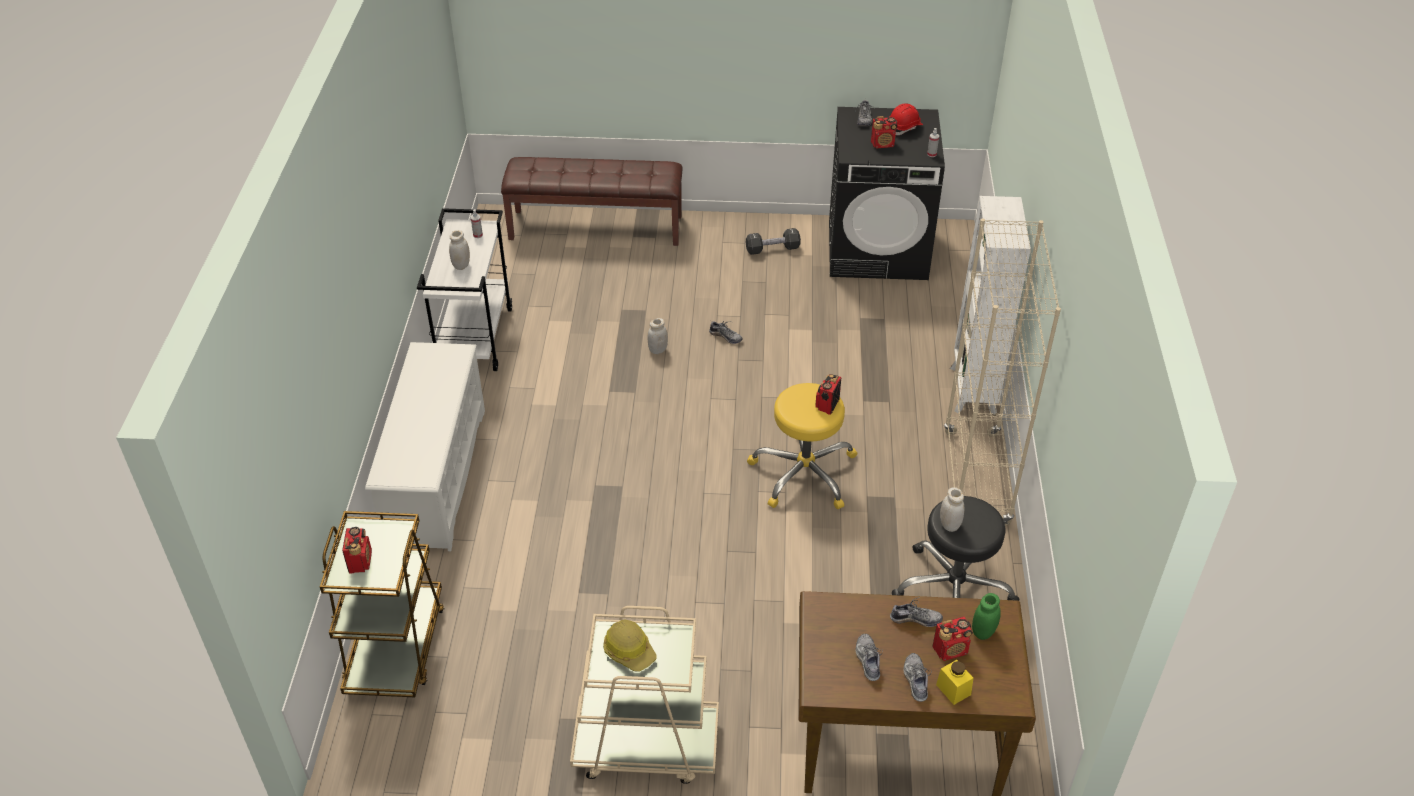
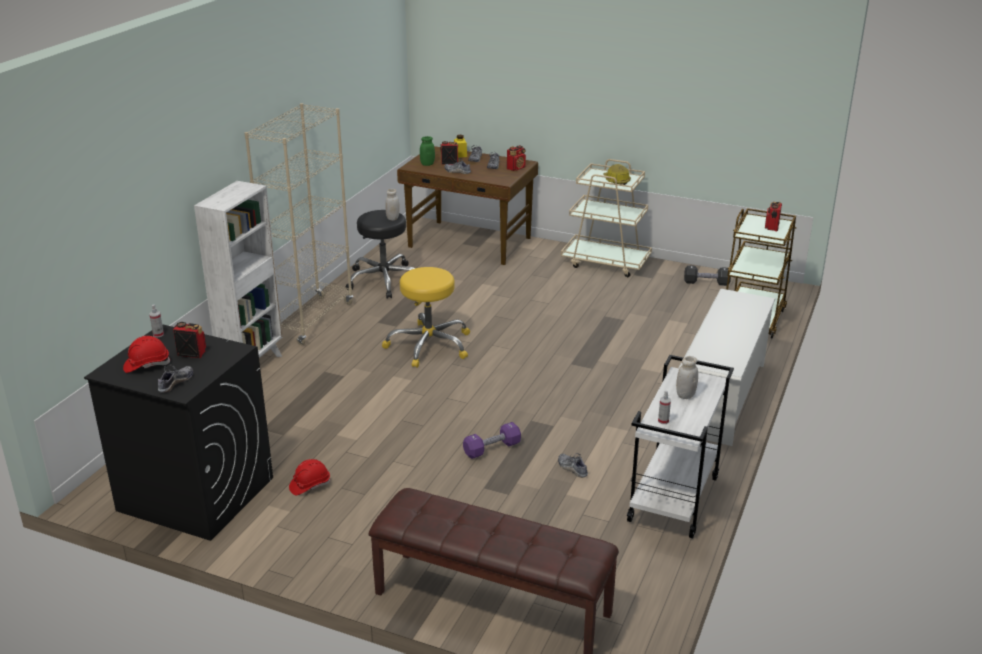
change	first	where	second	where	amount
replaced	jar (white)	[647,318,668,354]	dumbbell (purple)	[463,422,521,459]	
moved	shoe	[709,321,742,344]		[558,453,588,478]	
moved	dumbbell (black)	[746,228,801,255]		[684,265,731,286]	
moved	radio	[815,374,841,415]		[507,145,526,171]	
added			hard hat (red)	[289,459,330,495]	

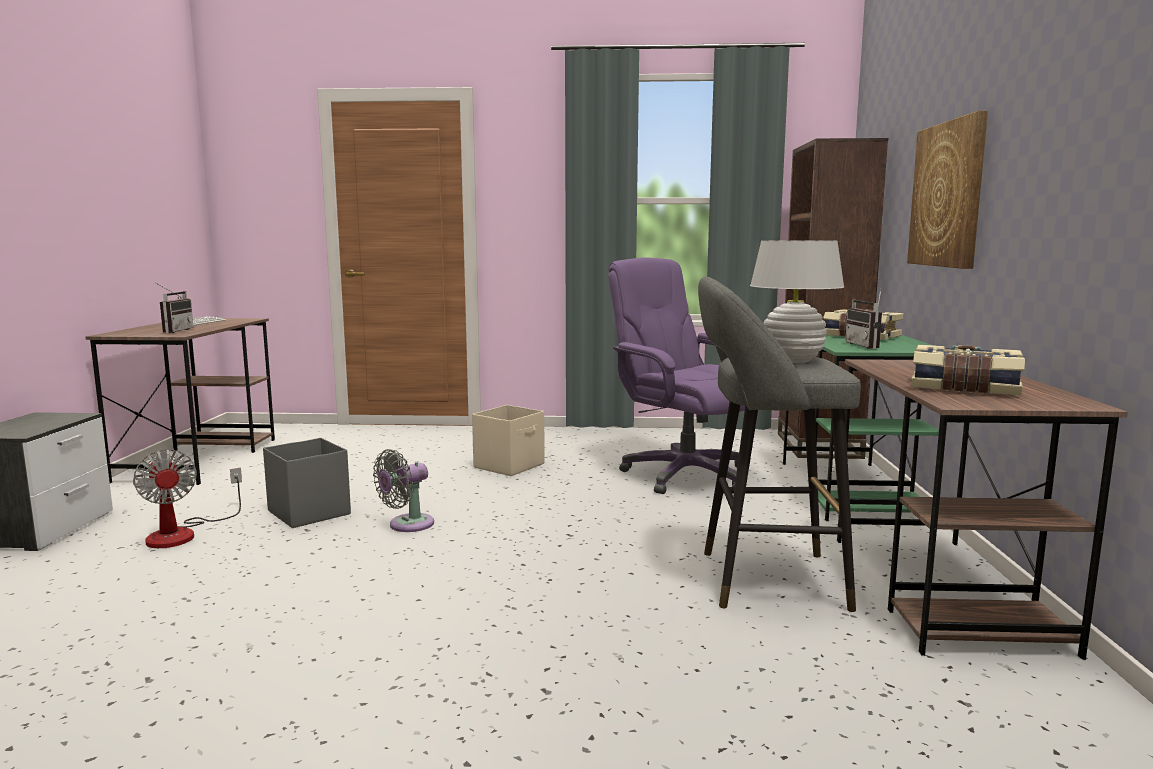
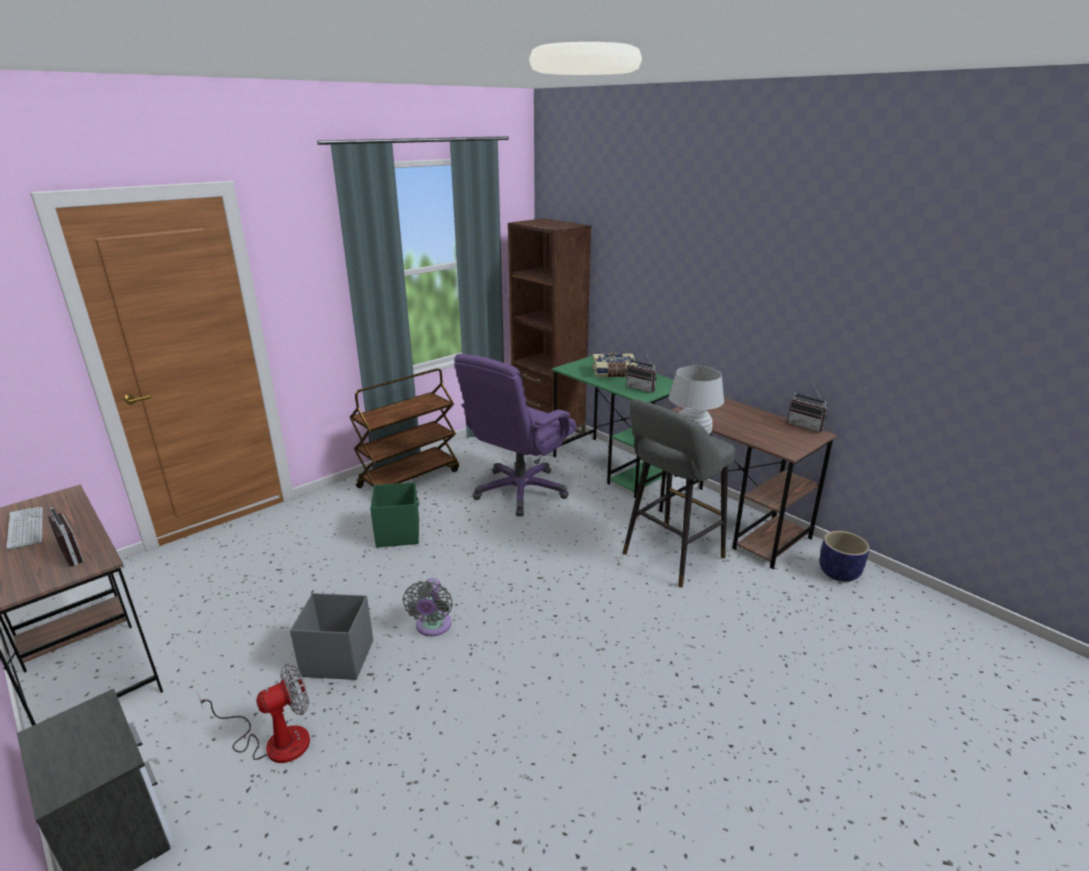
change	first	where	second	where	amount
turned	fan	[133,449,242,548]		[198,664,310,763]	45 degrees counterclockwise
recoloured	storage box (beige)	[472,405,545,476]	storage box (green)	[370,482,419,548]	
turned	office chair (purple)	[608,257,745,494]		[454,354,576,516]	60 degrees counterclockwise
removed	picture	[907,110,988,269]			
removed	book	[911,345,1025,395]			
added			cart (brown)	[349,368,459,488]	
added			radio	[787,386,827,432]	
added			planter	[819,531,869,582]	

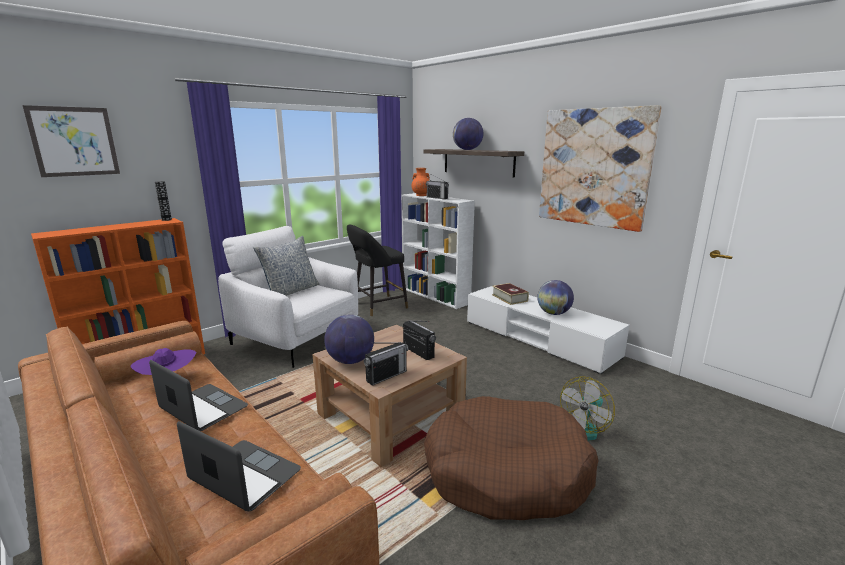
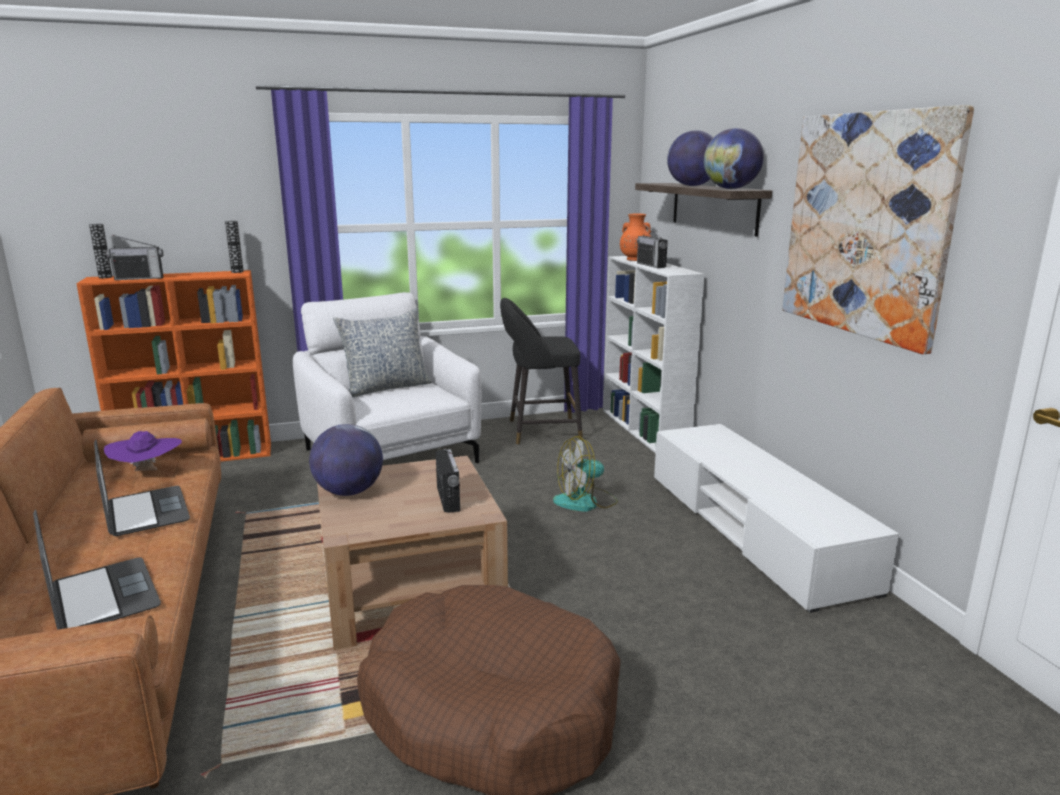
change	first	where	second	where	amount
removed	picture	[22,105,120,177]			
moved	radio	[364,342,409,386]		[106,235,164,280]	
removed	book	[492,283,529,305]			
moved	globe	[537,280,574,315]		[704,128,764,189]	
moved	fan	[560,376,615,441]		[553,436,618,512]	
added			vase	[89,224,112,278]	

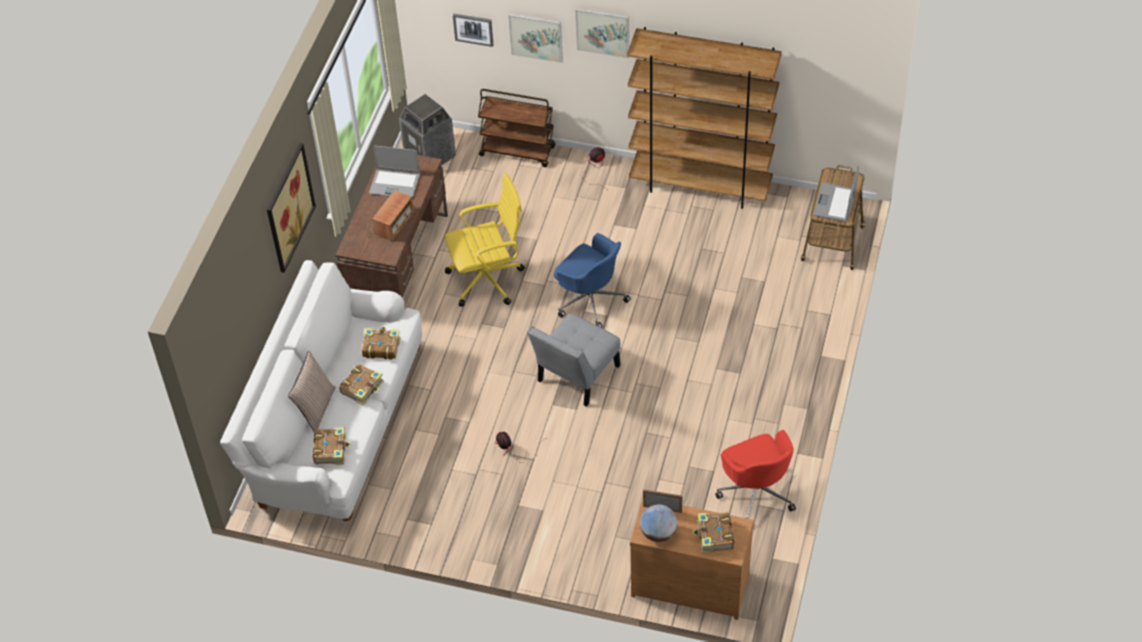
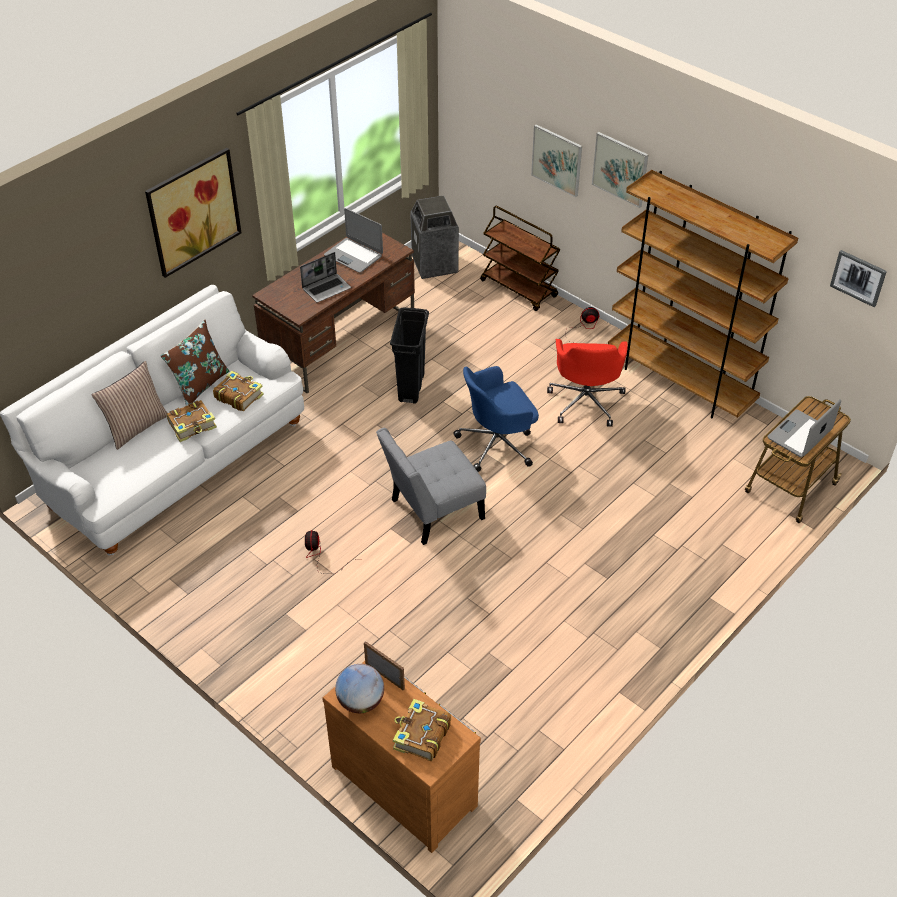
change	first	where	second	where	amount
removed	book	[312,427,351,465]			
replaced	radio	[372,190,414,241]	laptop	[300,252,351,303]	
replaced	office chair (yellow)	[445,173,525,307]	trash can (black)	[390,307,429,404]	
moved	picture	[453,13,493,47]		[830,250,887,307]	
turned	office chair (blue)	[554,233,631,327]		[453,366,539,472]	90 degrees clockwise
moved	office chair (red)	[715,430,796,519]		[547,339,628,427]	
added			pillow (brown)	[160,319,229,406]	

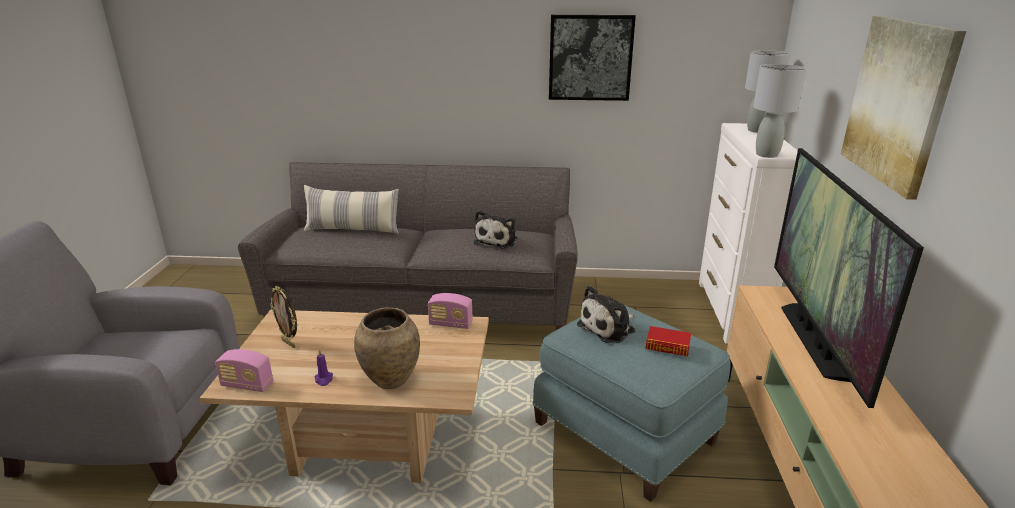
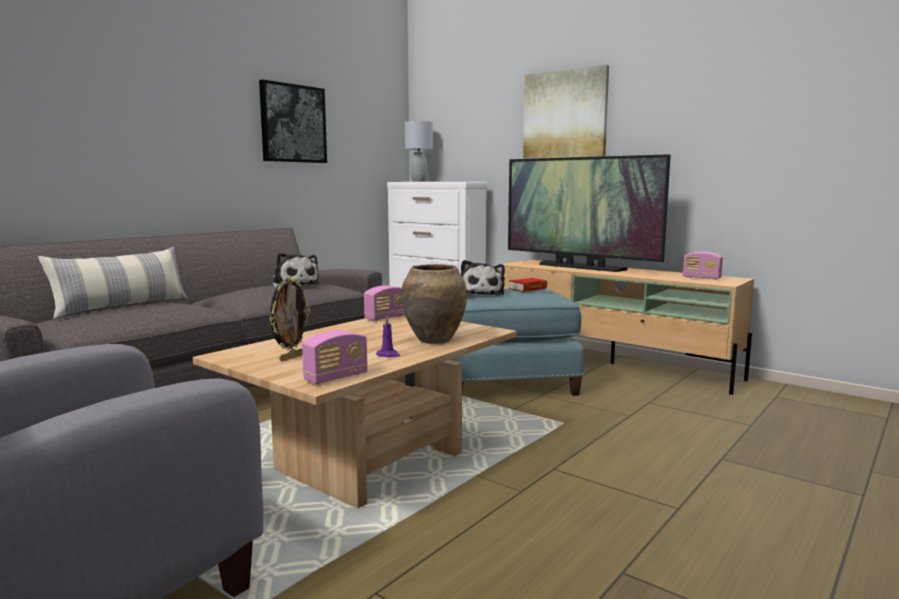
change	first	where	second	where	amount
turned	picture frame	[270,286,297,348]		[269,276,310,361]	45 degrees counterclockwise
removed	table lamp (grey)	[753,64,806,158]			
added			radio	[683,252,723,280]	

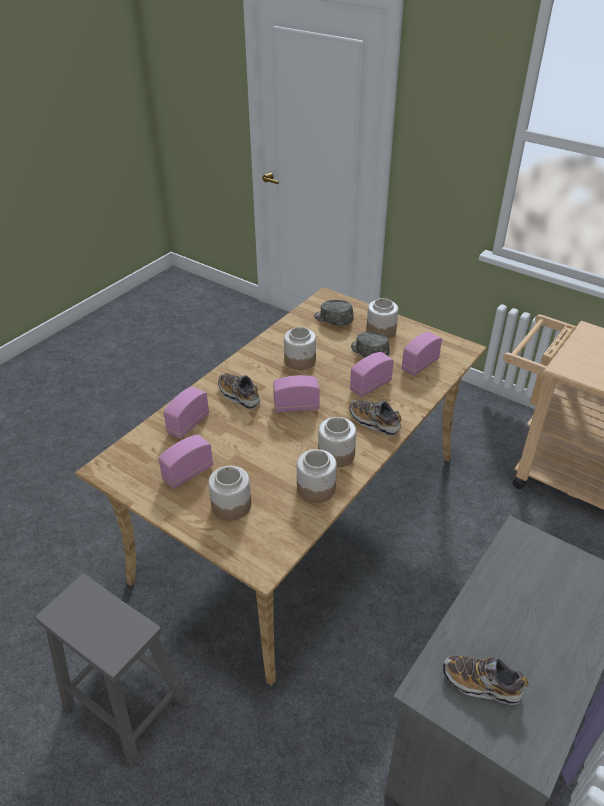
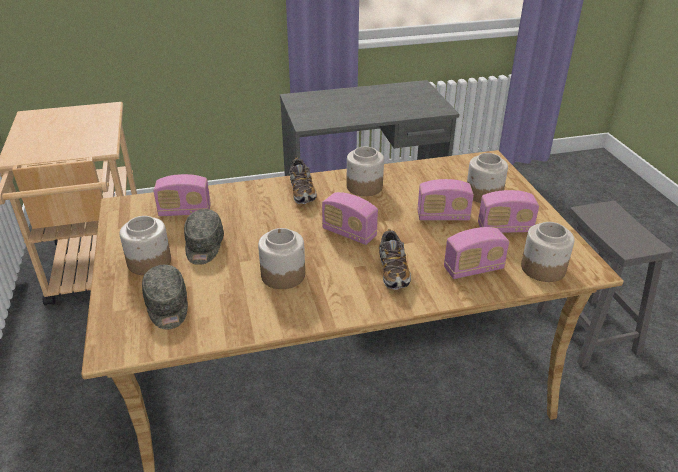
change	first	where	second	where	amount
moved	jar	[297,449,337,503]		[521,222,574,282]	
moved	radio	[350,352,394,397]		[418,179,474,221]	
removed	shoe	[443,655,528,705]			

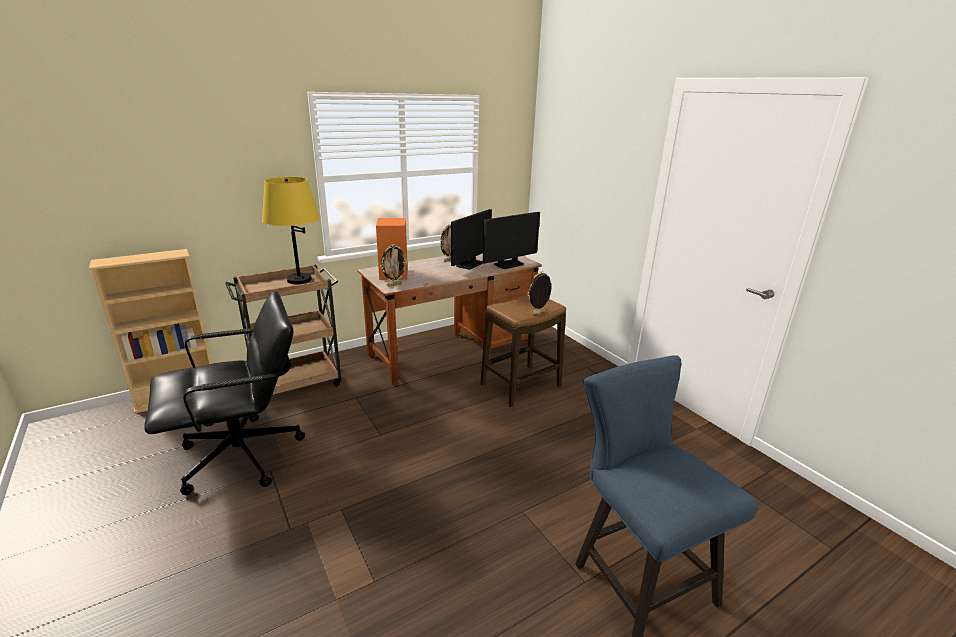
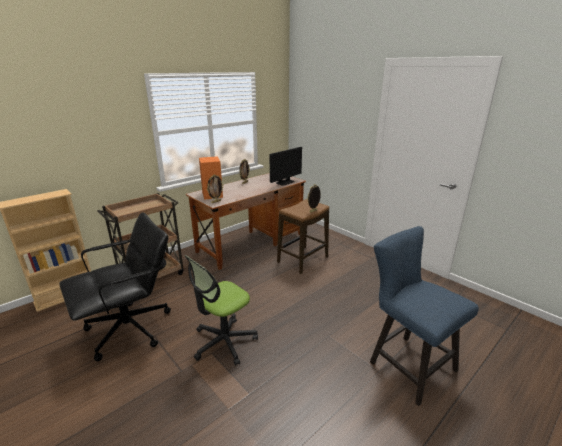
change	first	where	second	where	amount
removed	table lamp (yellow)	[262,177,320,284]			
removed	monitor	[451,209,492,269]			
added			office chair	[184,255,258,366]	

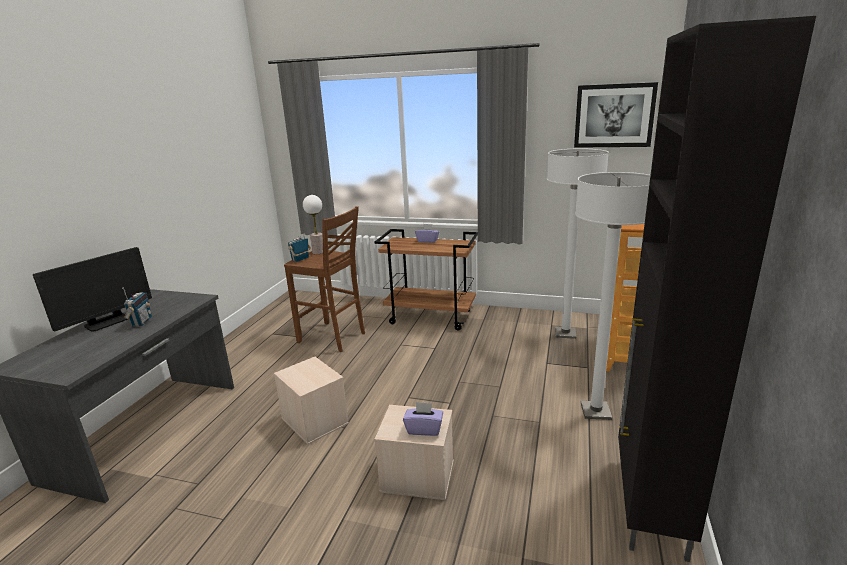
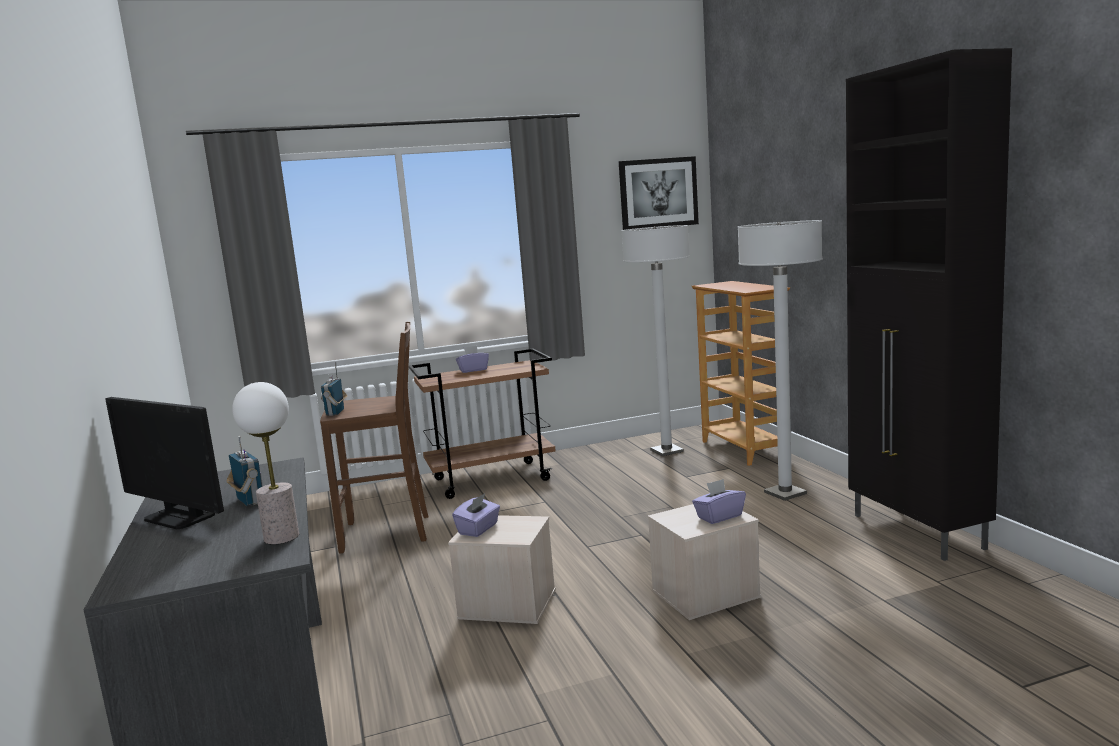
change	first	where	second	where	amount
turned	monitor	[33,247,152,332]		[105,397,224,529]	120 degrees clockwise
moved	table lamp	[303,195,323,254]		[232,382,299,545]	
added			tissue box (purple)	[452,493,500,537]	

